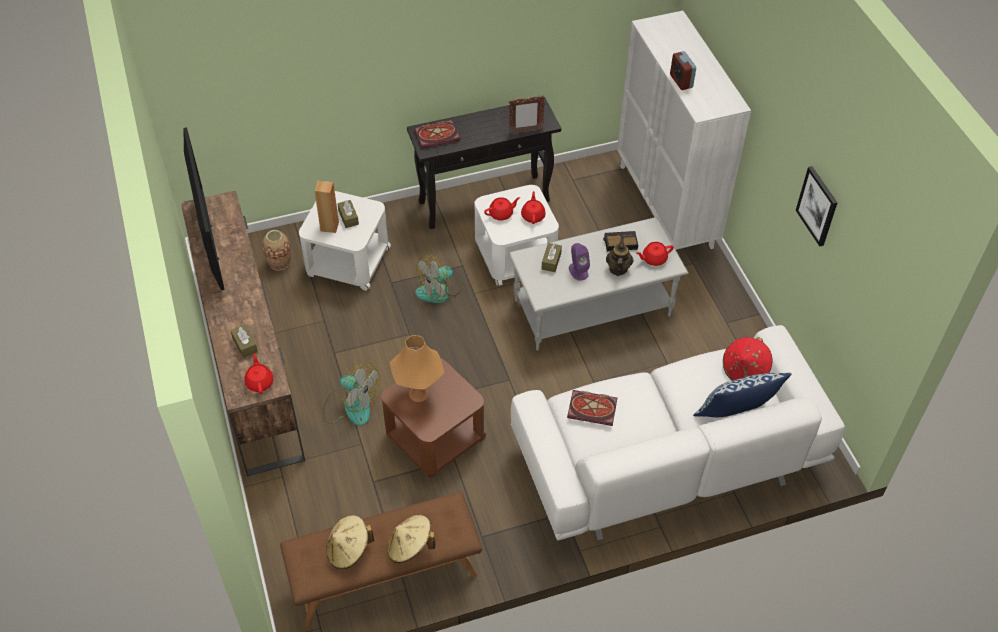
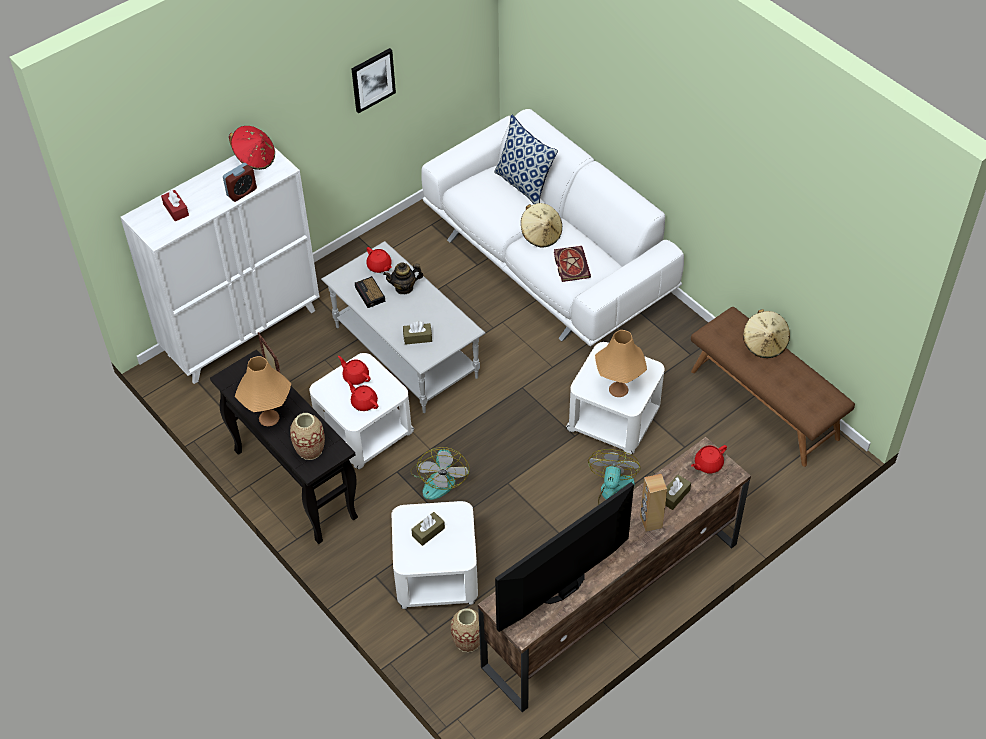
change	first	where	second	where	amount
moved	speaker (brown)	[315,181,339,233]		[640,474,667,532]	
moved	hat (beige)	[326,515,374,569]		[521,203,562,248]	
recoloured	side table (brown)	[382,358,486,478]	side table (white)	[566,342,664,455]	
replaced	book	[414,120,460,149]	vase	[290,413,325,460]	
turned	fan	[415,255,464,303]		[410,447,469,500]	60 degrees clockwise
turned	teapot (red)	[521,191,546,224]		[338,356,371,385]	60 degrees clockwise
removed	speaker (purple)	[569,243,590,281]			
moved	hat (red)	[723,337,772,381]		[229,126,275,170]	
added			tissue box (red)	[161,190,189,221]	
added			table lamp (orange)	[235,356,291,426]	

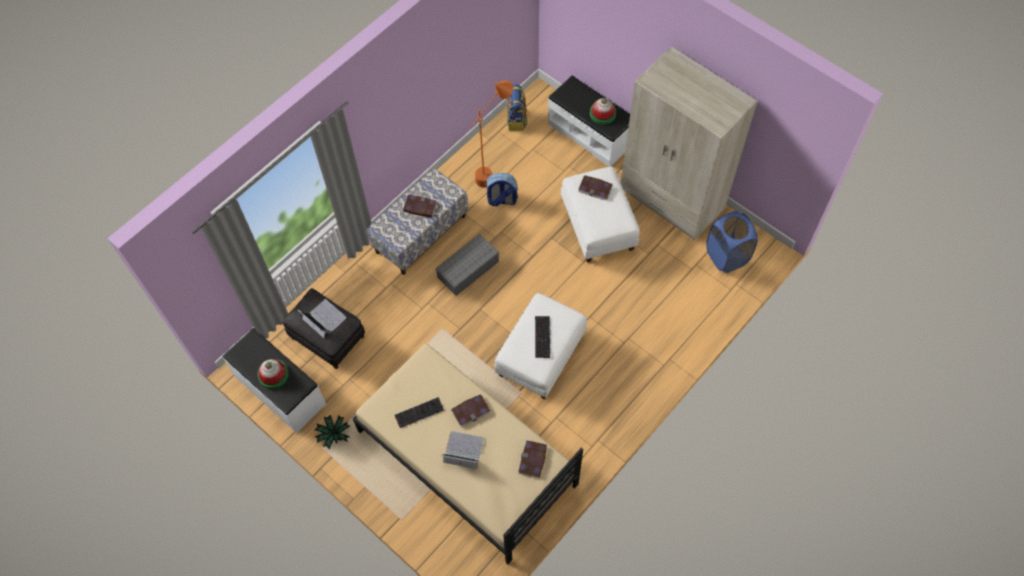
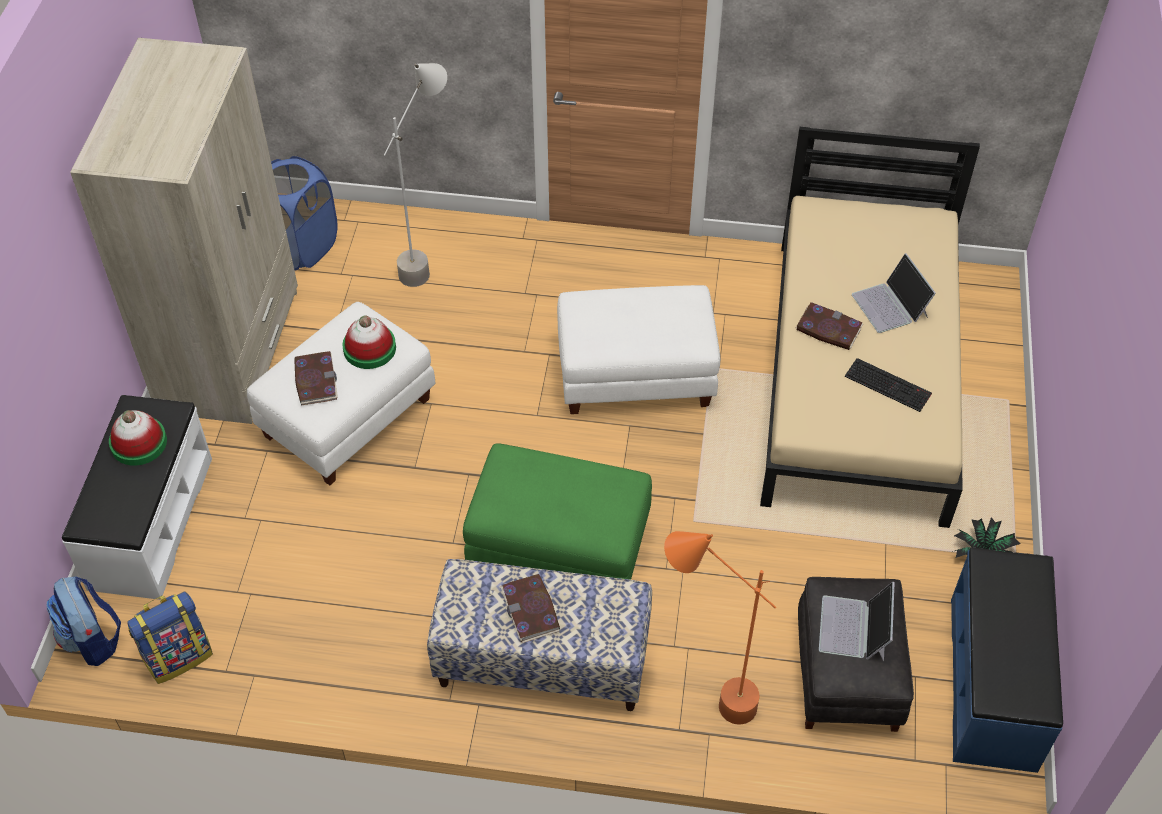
change	first	where	second	where	amount
recoloured	bench (white)	[222,328,326,433]	bench (blue)	[951,547,1063,773]	
moved	hat	[257,359,289,389]		[342,315,396,369]	
replaced	storage box (grey)	[435,234,499,296]	ottoman (green)	[463,443,652,580]	
moved	floor lamp (orange)	[472,81,513,188]		[664,531,776,725]	
moved	backpack	[485,173,518,206]		[47,576,121,666]	
removed	book	[518,441,547,478]			
removed	keyboard	[535,316,551,358]			
added			floor lamp (grey)	[384,63,447,287]	

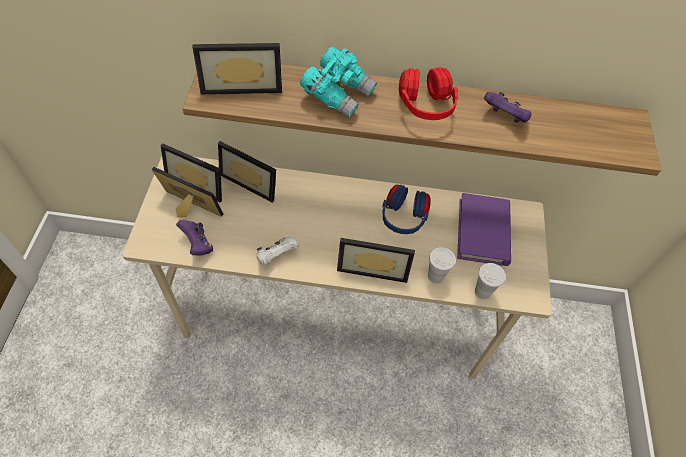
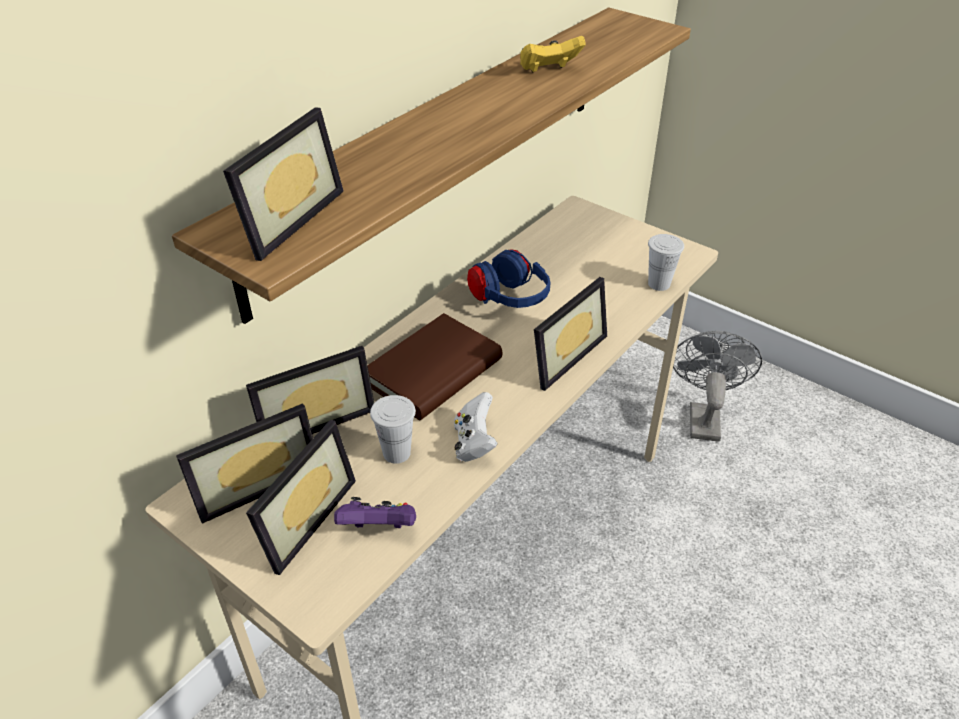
change	first	where	second	where	amount
turned	picture frame	[151,167,223,217]		[246,420,356,575]	150 degrees clockwise
removed	binoculars (turquoise)	[300,47,377,118]			
removed	headphones (red)	[399,67,458,120]			
moved	cup (white)	[428,247,456,283]		[370,395,416,464]	
removed	book (purple)	[457,193,511,266]			
recoloured	game controller (purple)	[484,92,532,123]	game controller (yellow)	[520,36,585,73]	
added			book (brown)	[367,313,502,421]	
added			fan (grey)	[673,331,762,442]	

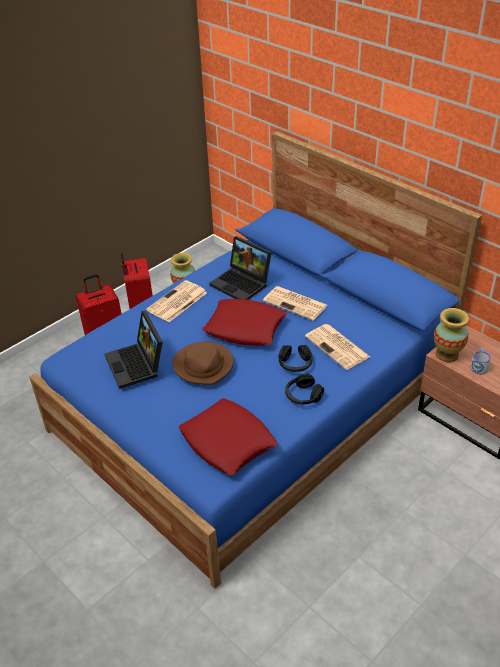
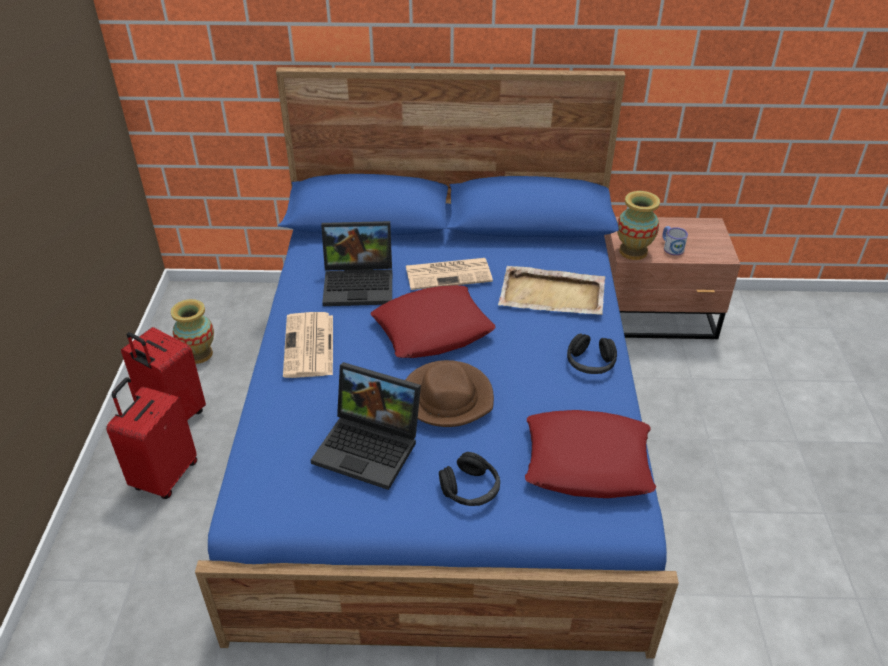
change	first	where	second	where	amount
moved	headphones (black)	[278,345,313,372]		[439,452,500,506]	
replaced	newspaper	[305,324,370,370]	tray (beige)	[498,266,605,315]	

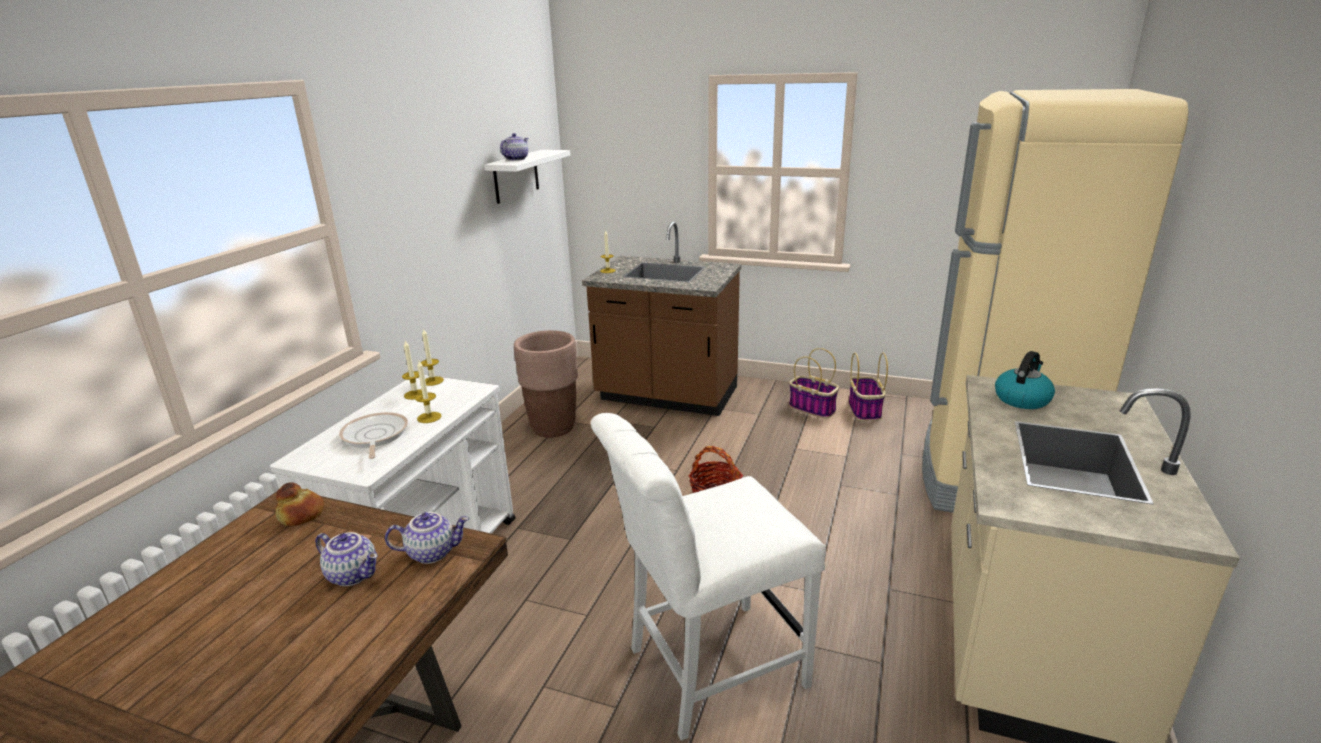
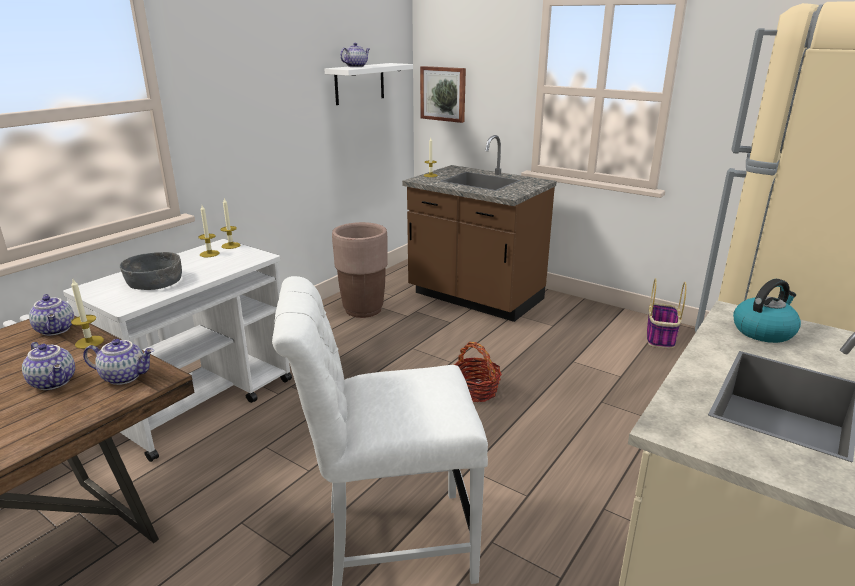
change	first	where	second	where	amount
replaced	bread	[275,482,324,526]	teapot	[29,294,74,336]	
replaced	frying pan	[339,412,408,459]	bowl (grey)	[120,252,182,290]	
moved	candle	[415,361,441,423]		[71,279,104,349]	
removed	basket	[789,348,839,419]			
added			picture	[420,66,466,123]	

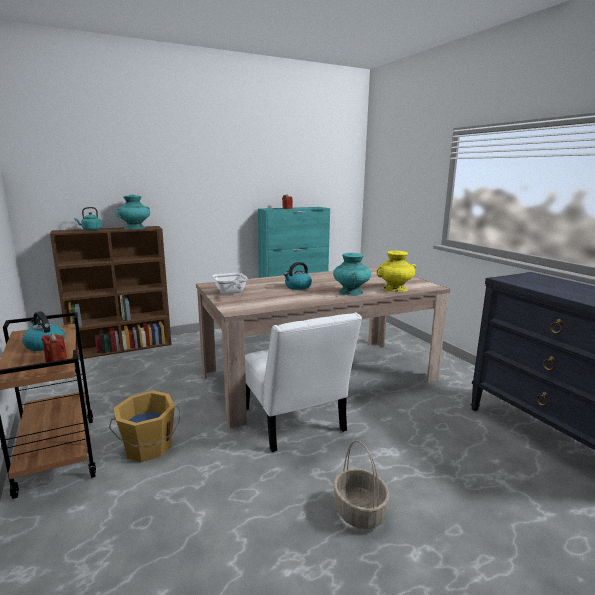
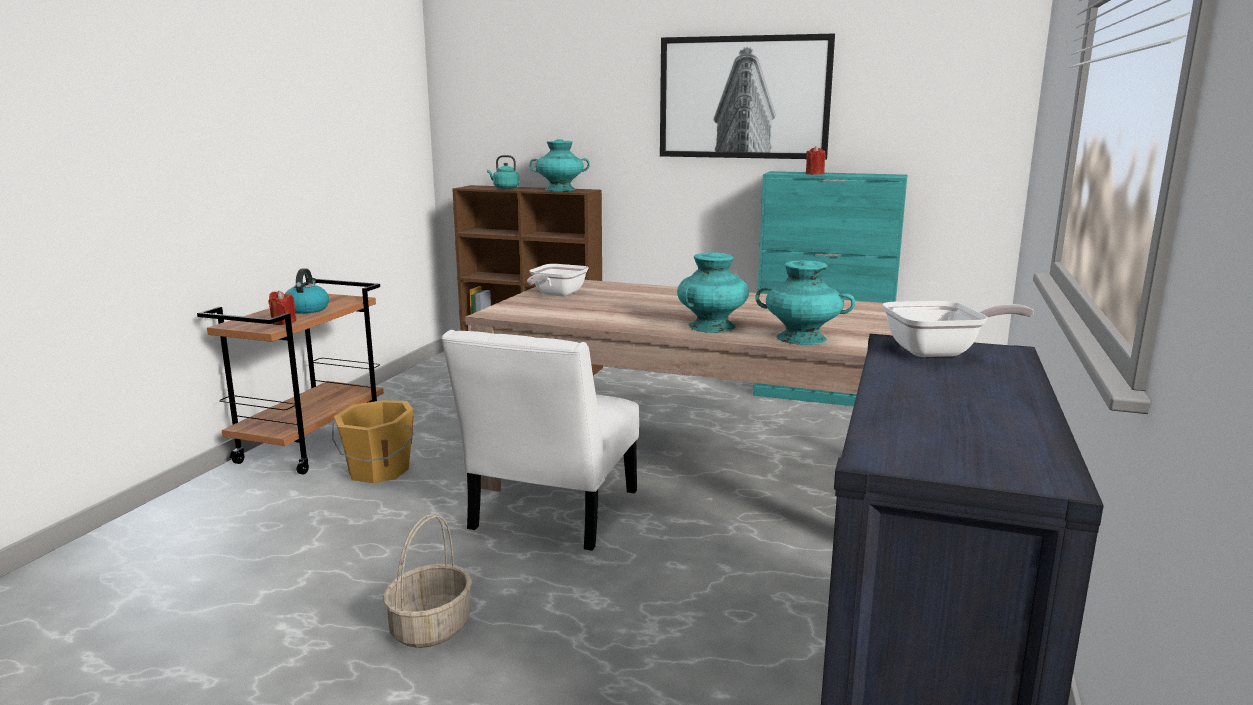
change	first	where	second	where	amount
removed	kettle	[284,262,312,290]			
recoloured	vase (yellow)	[377,251,416,292]	vase (turquoise)	[756,260,855,345]	
added			picture	[660,33,835,160]	
added			frying pan	[883,301,1034,357]	

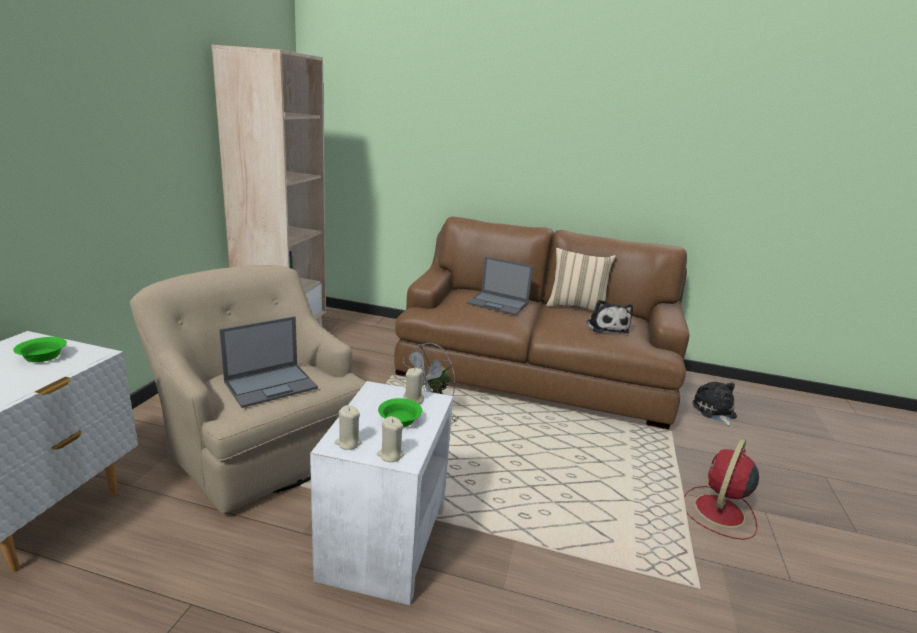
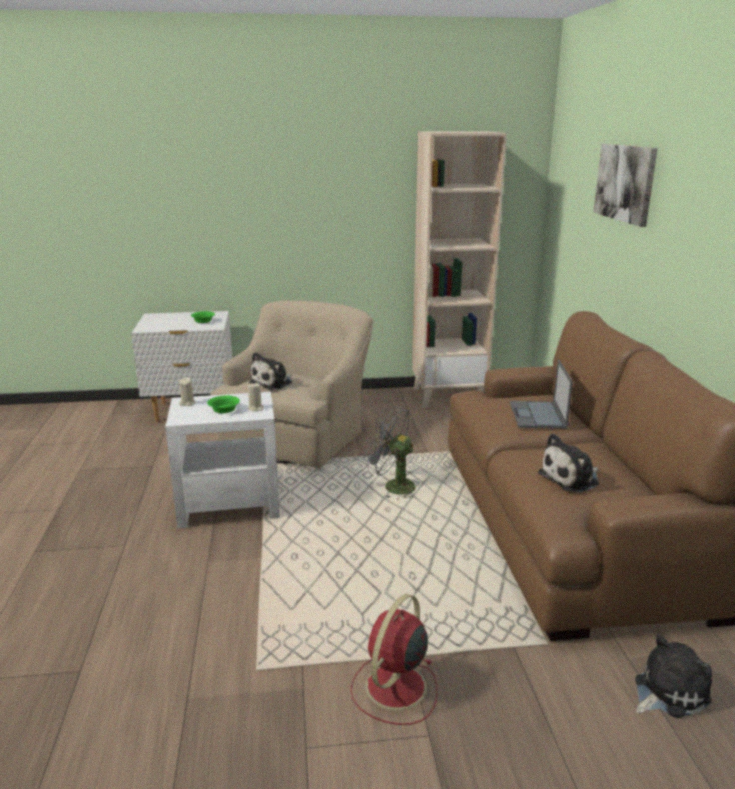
change	first	where	second	where	amount
replaced	laptop	[219,316,318,408]	plush toy	[249,352,292,389]	
removed	candle (beige)	[377,416,404,462]			
removed	pillow (beige)	[546,248,616,311]			
turned	fan (red)	[684,438,759,540]		[350,594,437,725]	75 degrees counterclockwise
added			picture	[594,144,658,227]	

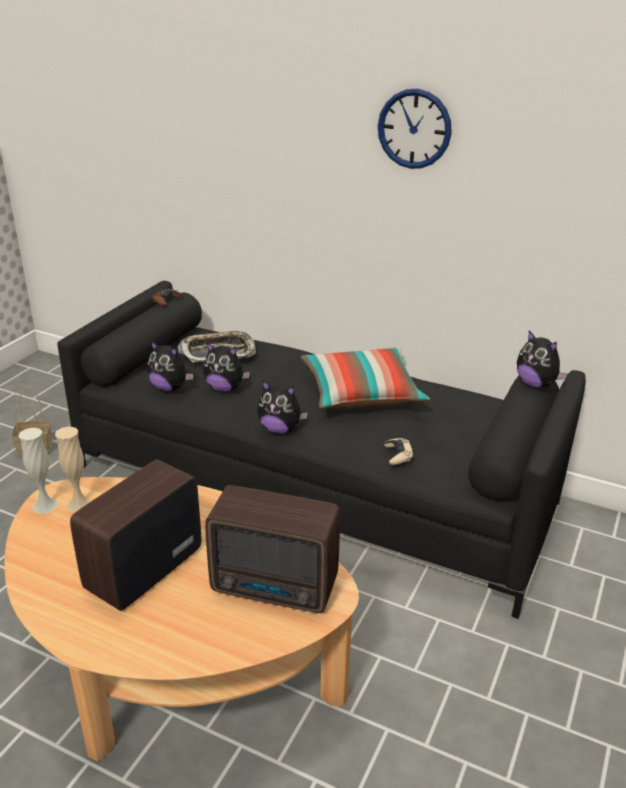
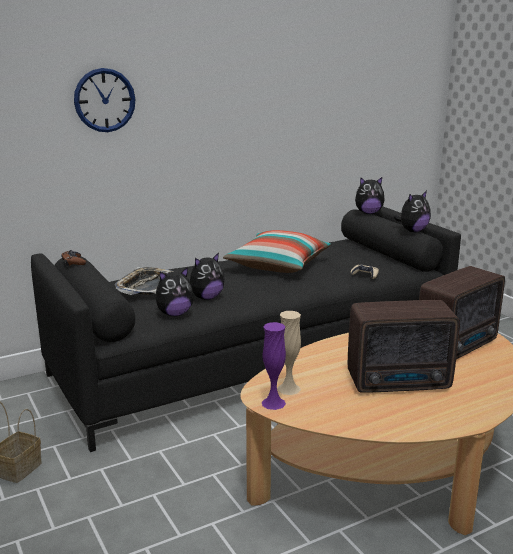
change	first	where	second	where	amount
recoloured	vase (white)	[19,428,58,514]	vase (purple)	[262,322,286,410]	
turned	radio	[70,459,201,611]		[348,300,460,393]	75 degrees counterclockwise
moved	plush toy	[257,381,308,434]		[394,191,431,232]	
moved	wall clock	[378,88,452,169]		[74,68,136,132]	

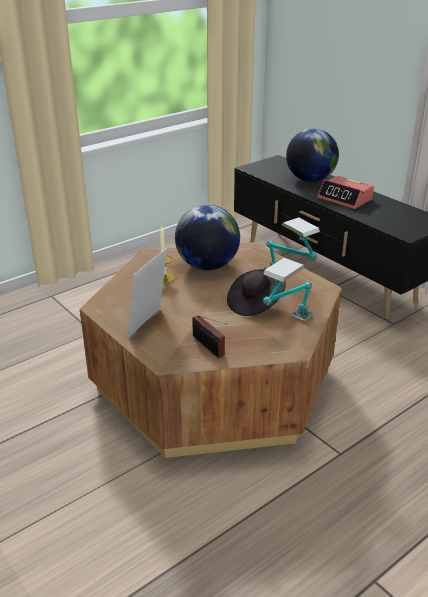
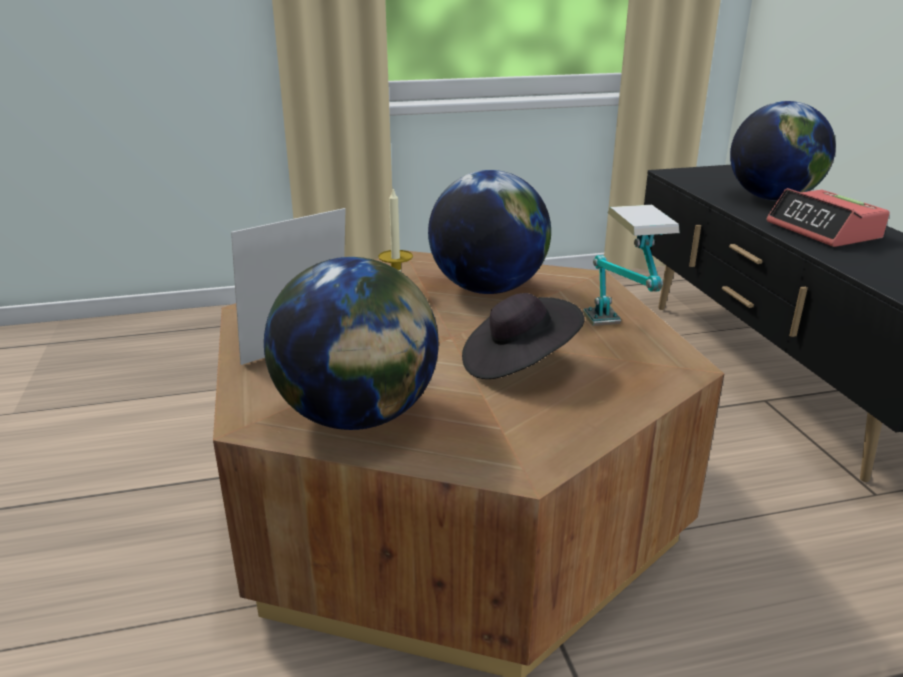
change	first	where	second	where	amount
replaced	radio	[192,315,227,358]	globe	[264,257,439,430]	
removed	table lamp	[263,258,314,322]			

